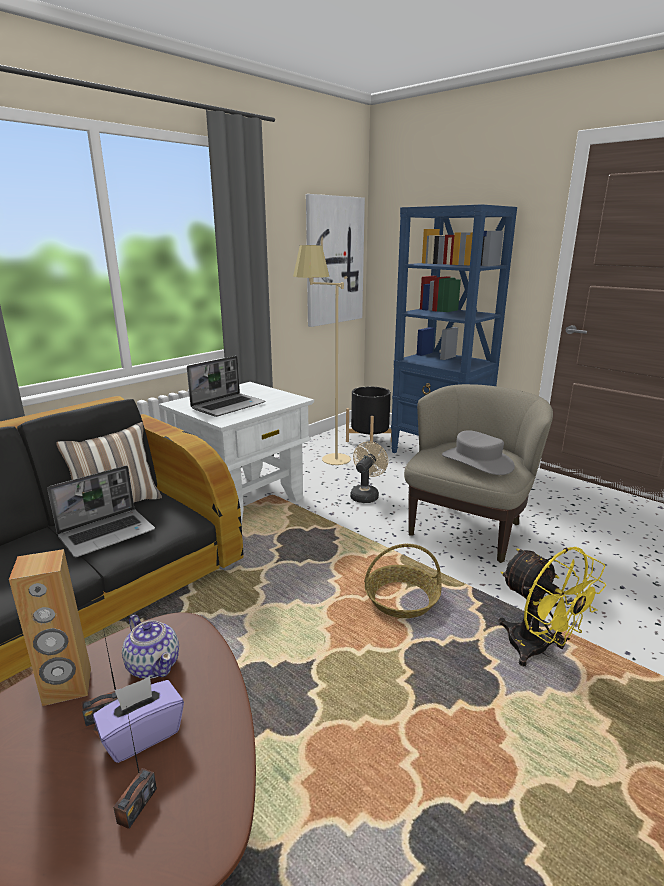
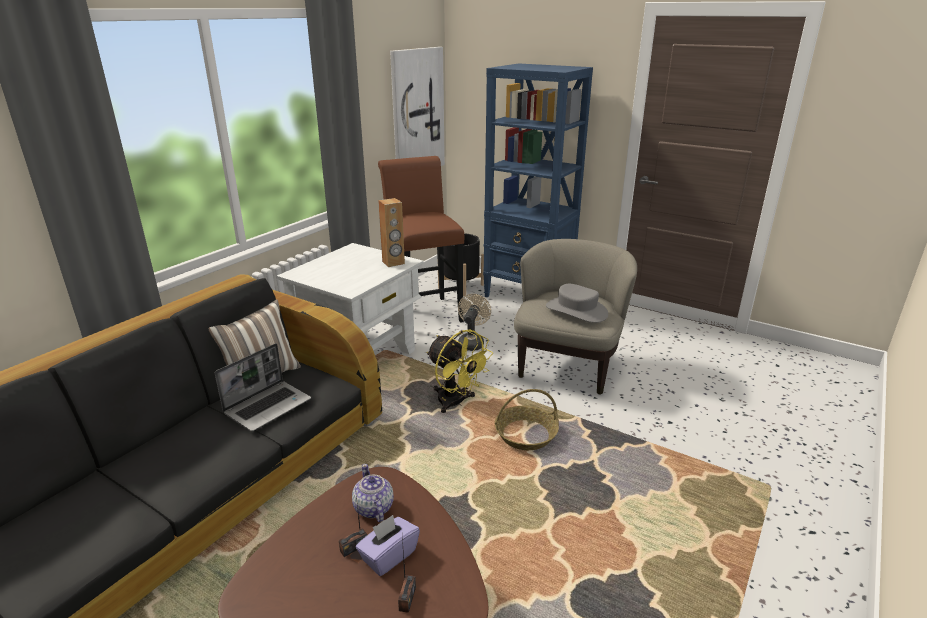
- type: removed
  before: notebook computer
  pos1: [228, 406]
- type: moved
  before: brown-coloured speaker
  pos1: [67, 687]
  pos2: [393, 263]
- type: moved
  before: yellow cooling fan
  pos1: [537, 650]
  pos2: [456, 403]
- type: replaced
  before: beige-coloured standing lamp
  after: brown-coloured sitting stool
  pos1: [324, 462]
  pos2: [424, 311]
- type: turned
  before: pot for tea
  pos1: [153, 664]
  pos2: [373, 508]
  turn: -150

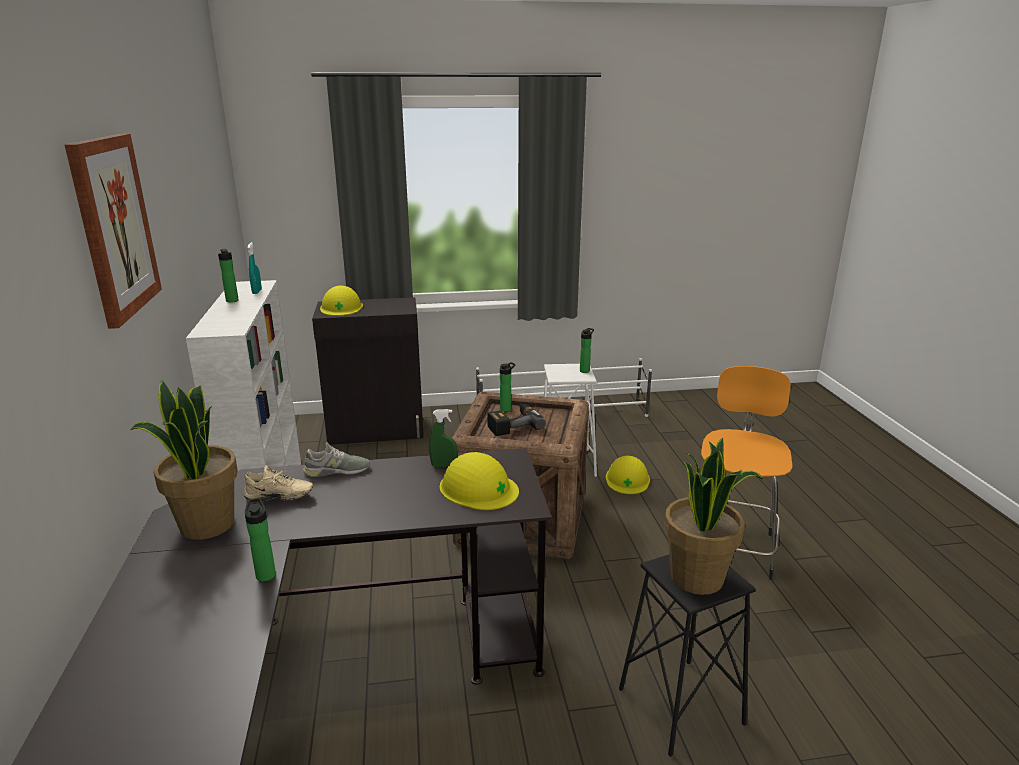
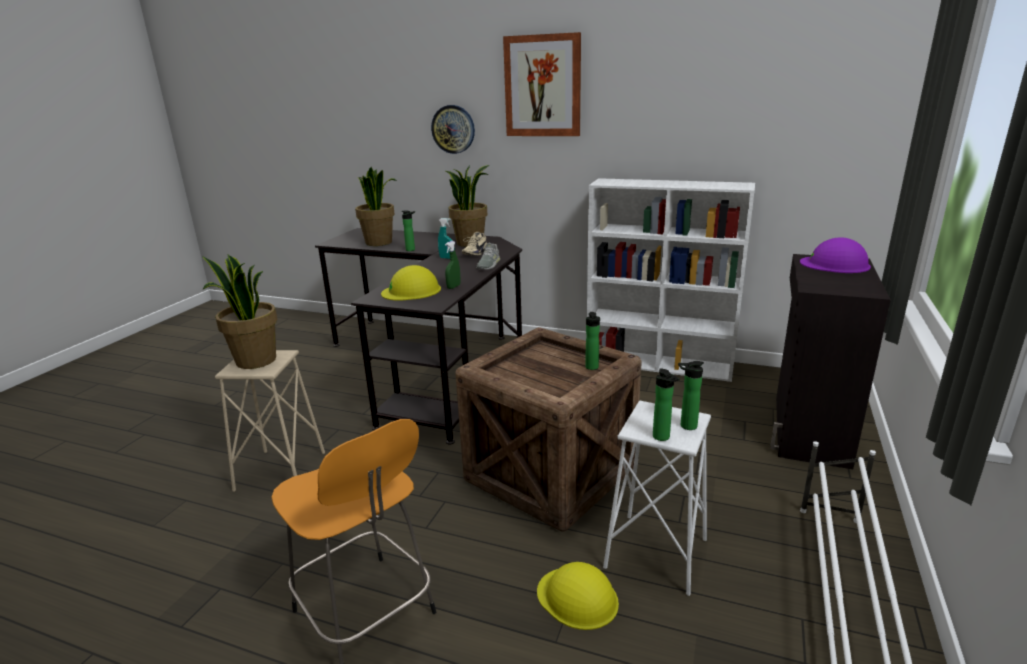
- type: removed
  before: electric drill
  pos1: [513, 425]
- type: added
  after: houseplant
  pos2: [379, 242]
- type: added
  after: clock on the wall
  pos2: [453, 129]
- type: moved
  before: drink bottle
  pos1: [232, 301]
  pos2: [686, 426]
- type: moved
  before: turquoise hand sprayer
  pos1: [257, 292]
  pos2: [447, 258]
- type: recoloured
  before: yellow hard hat
  after: purple hard hat
  pos1: [341, 307]
  pos2: [835, 264]
- type: recoloured
  before: black sitting stool
  after: beige-coloured sitting stool
  pos1: [680, 706]
  pos2: [280, 471]

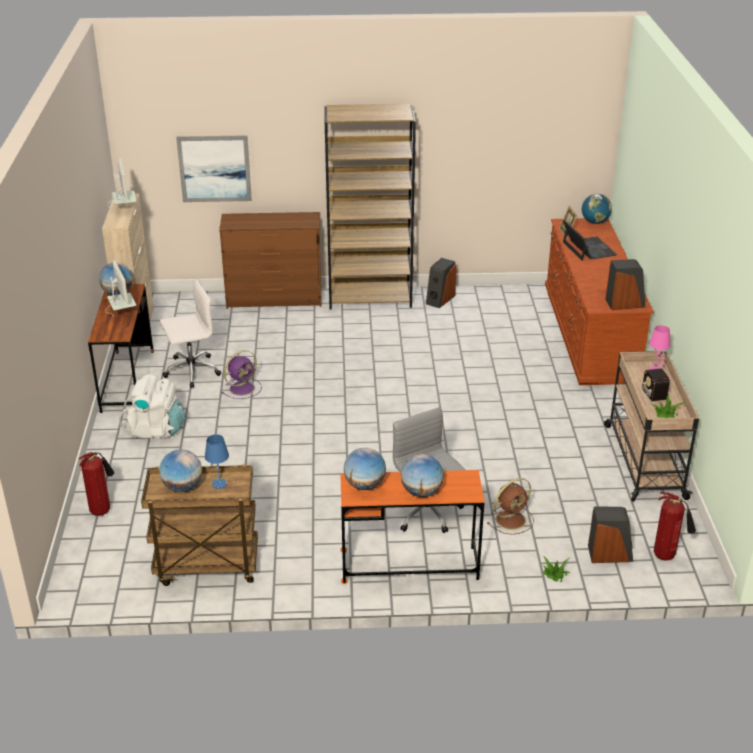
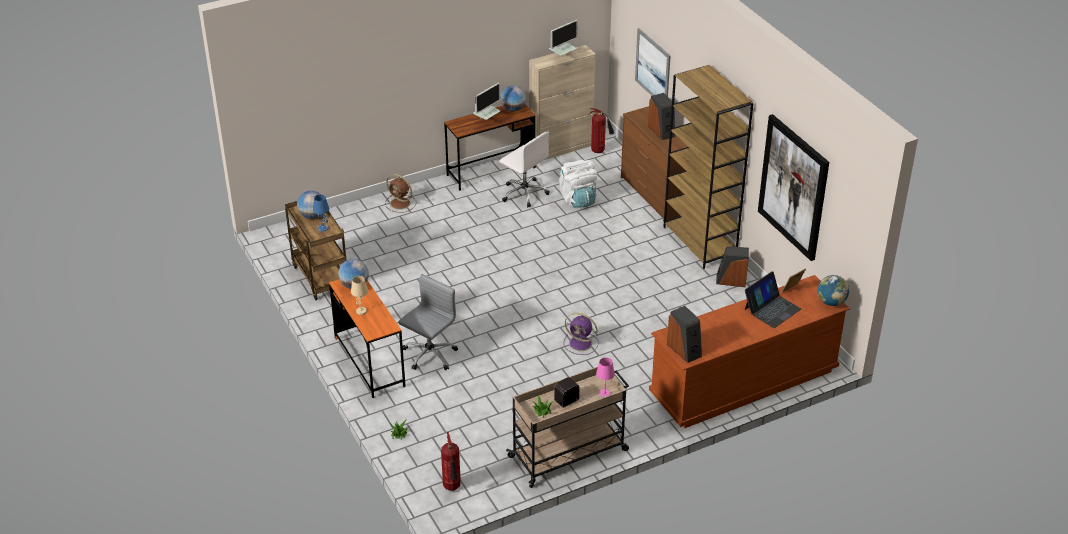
- type: added
  after: wall picture
  pos2: [793, 187]
- type: moved
  before: fire-fighting cylinder
  pos1: [102, 510]
  pos2: [599, 151]
- type: moved
  before: white-coloured knapsack
  pos1: [156, 429]
  pos2: [578, 199]
- type: moved
  before: purple cooling fan
  pos1: [243, 388]
  pos2: [581, 344]
- type: moved
  before: brown-coloured cooling fan
  pos1: [511, 519]
  pos2: [401, 204]
- type: moved
  before: speaker
  pos1: [609, 554]
  pos2: [662, 131]
- type: replaced
  before: globe
  after: beige-coloured table lamp
  pos1: [421, 492]
  pos2: [361, 311]

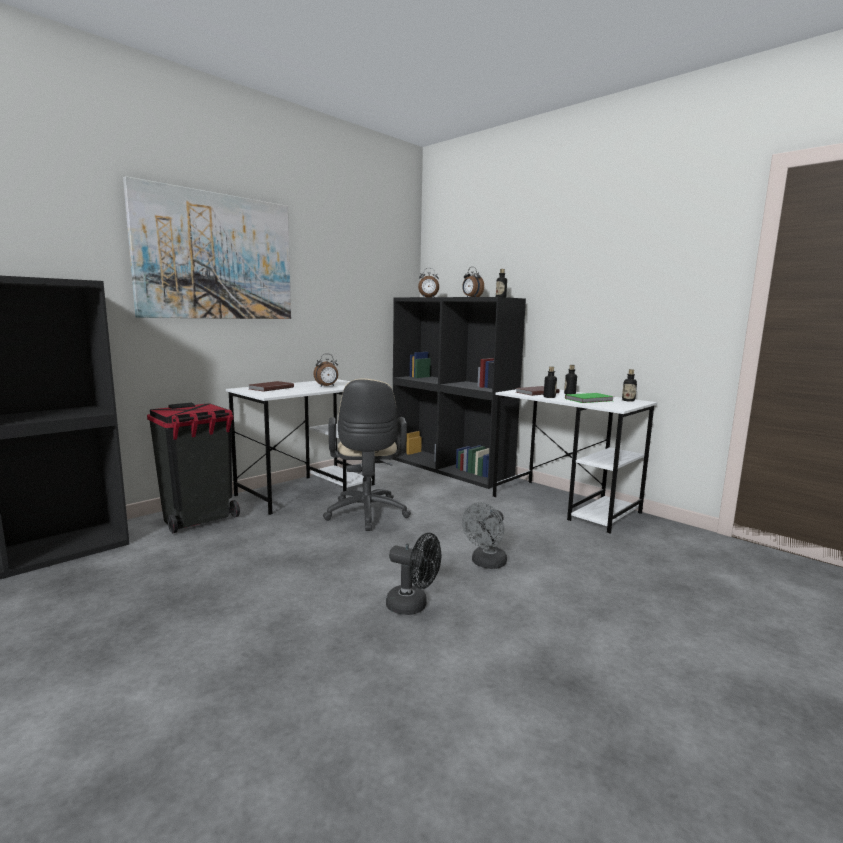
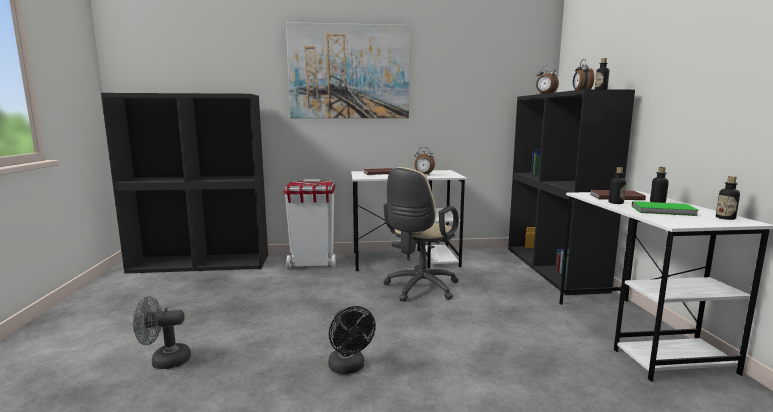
- type: moved
  before: greyish cooling fan
  pos1: [486, 564]
  pos2: [164, 361]
- type: recoloured
  before: black rubbish bin
  after: white-coloured rubbish bin
  pos1: [199, 519]
  pos2: [313, 263]

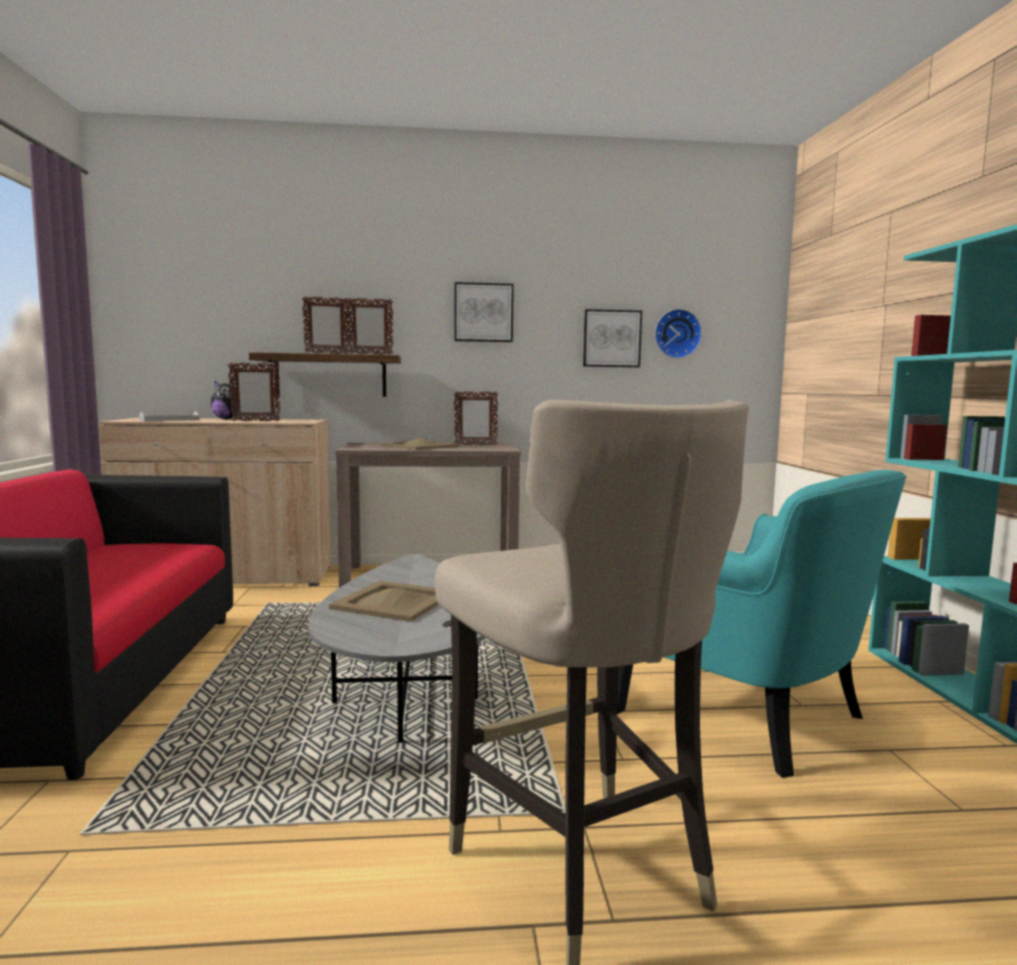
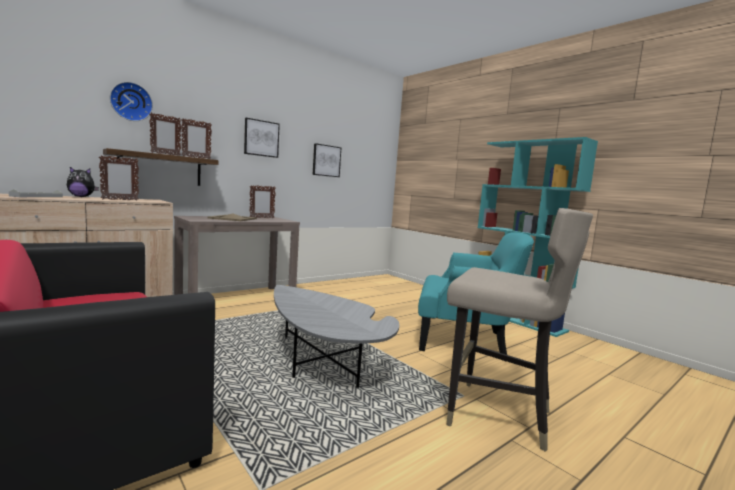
- type: removed
  before: beige-coloured serving tray
  pos1: [392, 601]
- type: moved
  before: clock on the wall
  pos1: [676, 334]
  pos2: [131, 102]

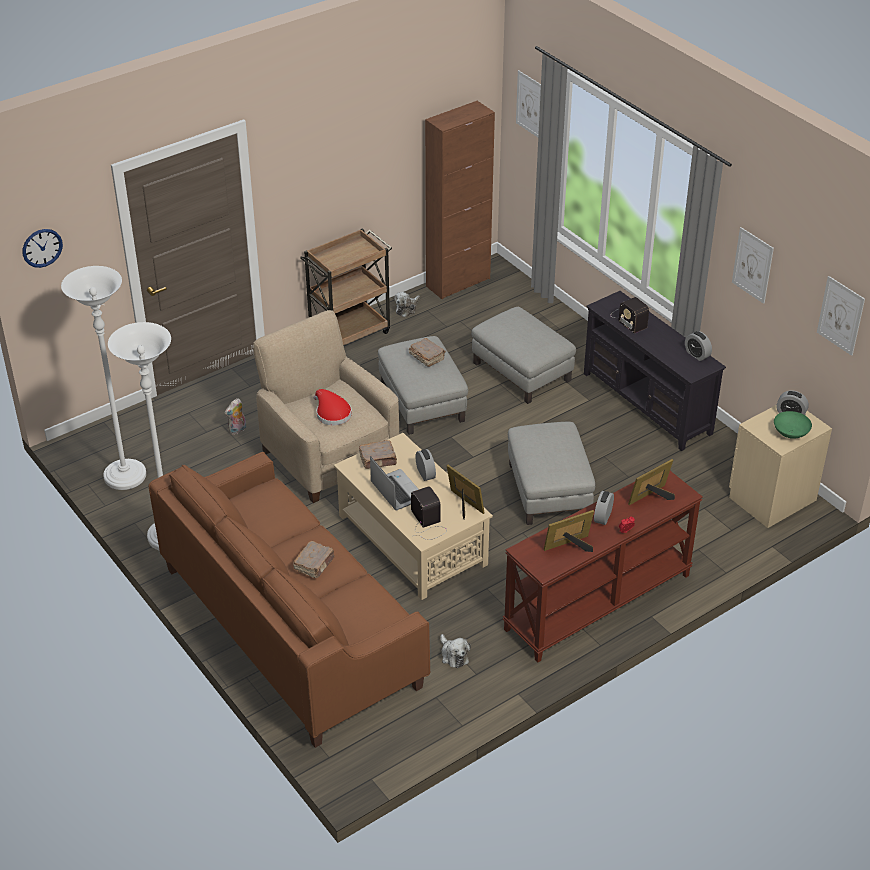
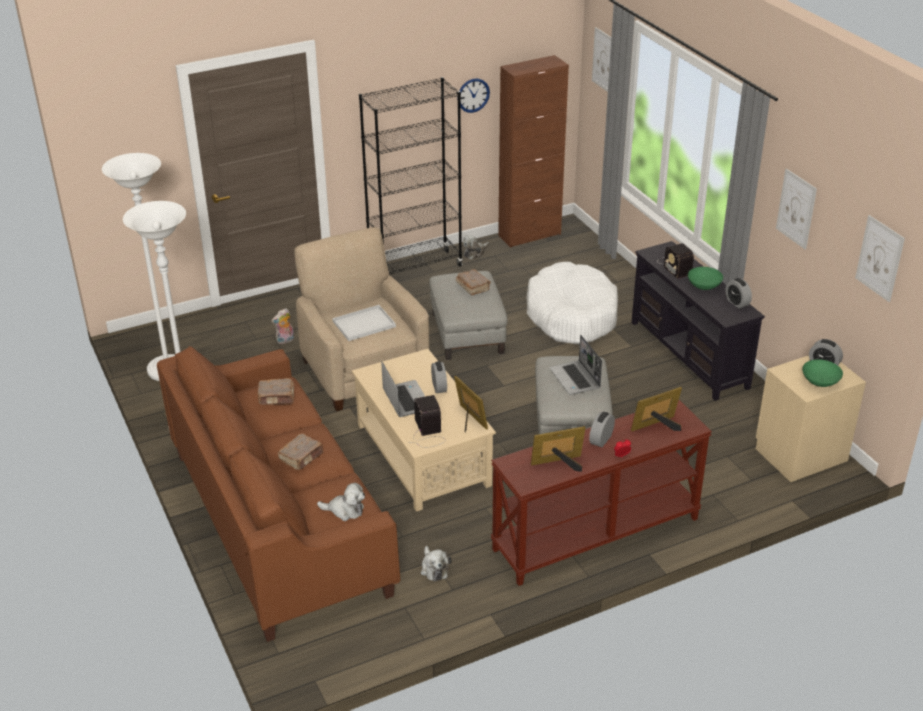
- type: added
  after: cuddly toy
  pos2: [345, 510]
- type: added
  after: notebook computer
  pos2: [575, 379]
- type: added
  after: green-coloured deep dish
  pos2: [703, 287]
- type: moved
  before: clock on the wall
  pos1: [42, 248]
  pos2: [473, 95]
- type: moved
  before: brown-coloured book
  pos1: [378, 460]
  pos2: [277, 398]
- type: replaced
  before: brown-coloured cart
  after: black shelving unit
  pos1: [349, 333]
  pos2: [415, 268]
- type: replaced
  before: reddish hat
  after: white-coloured serving tray
  pos1: [331, 413]
  pos2: [363, 324]
- type: replaced
  before: greyish pouffe
  after: white-coloured pet bed
  pos1: [522, 371]
  pos2: [571, 315]

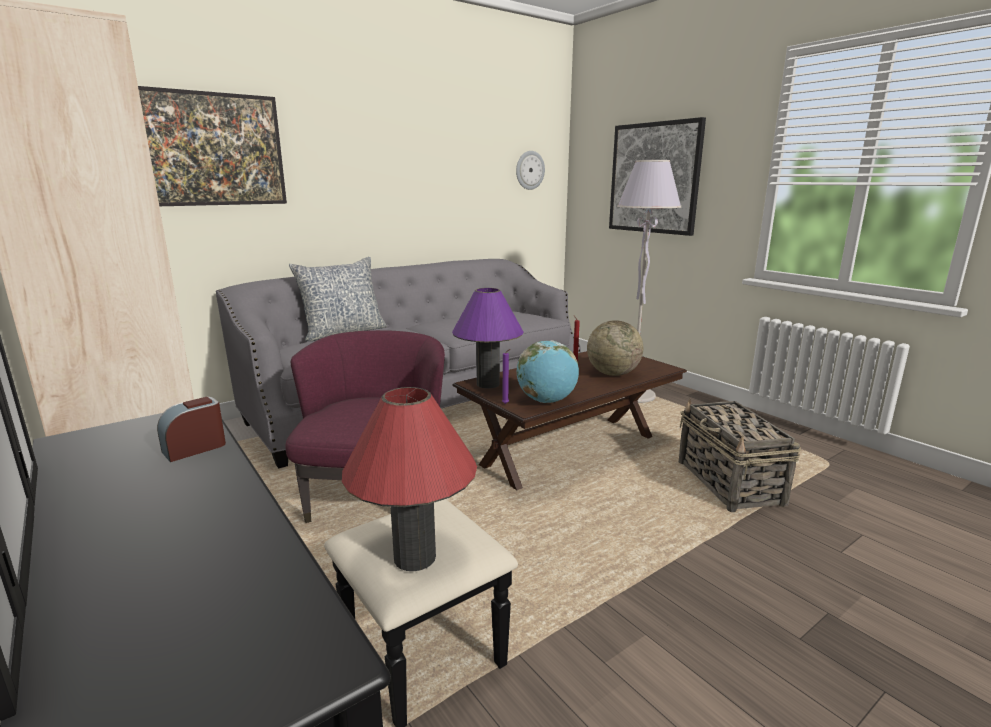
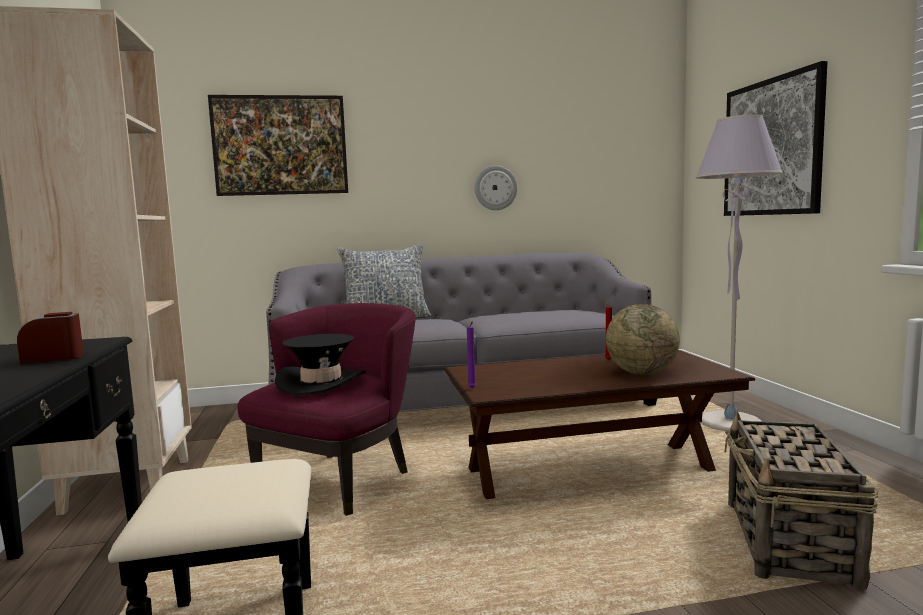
- type: removed
  before: reddish table lamp
  pos1: [414, 557]
- type: removed
  before: purple table lamp
  pos1: [488, 384]
- type: removed
  before: globe
  pos1: [546, 401]
- type: added
  after: black hat
  pos2: [321, 383]
- type: moved
  before: clock on the wall
  pos1: [529, 170]
  pos2: [495, 188]

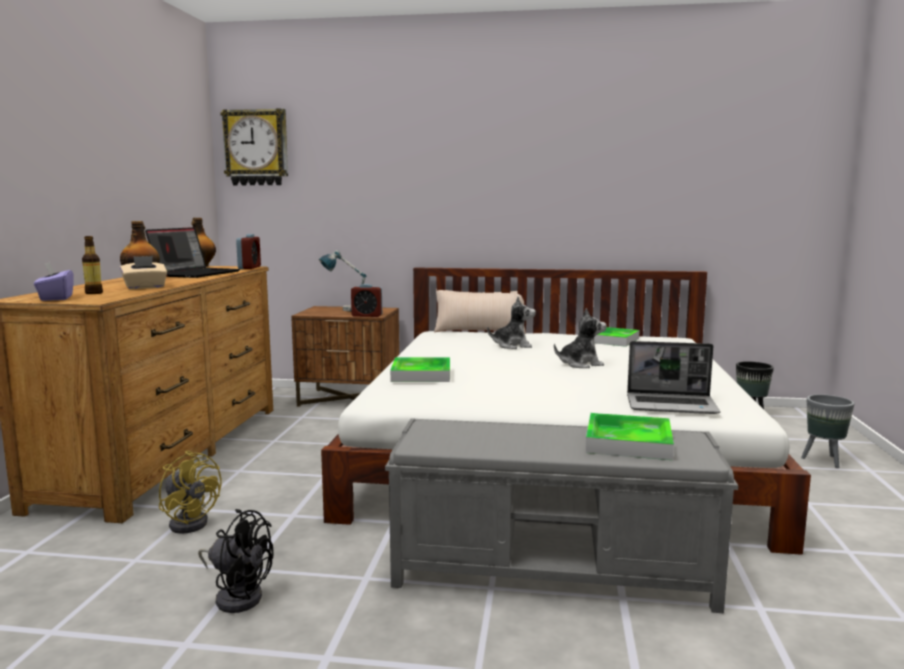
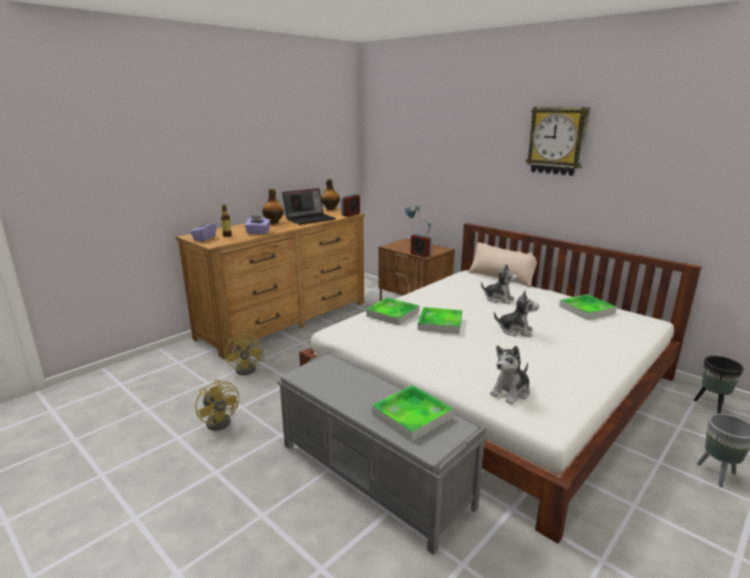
- type: added
  after: serving tray
  pos2: [440, 323]
- type: moved
  before: clock on the wall
  pos1: [256, 148]
  pos2: [557, 141]
- type: replaced
  before: notebook computer
  after: cuddly toy
  pos1: [672, 405]
  pos2: [511, 392]
- type: recoloured
  before: beige-coloured tissue holder
  after: purple tissue holder
  pos1: [145, 287]
  pos2: [258, 232]
- type: recoloured
  before: black cooling fan
  after: yellow cooling fan
  pos1: [237, 595]
  pos2: [221, 420]

